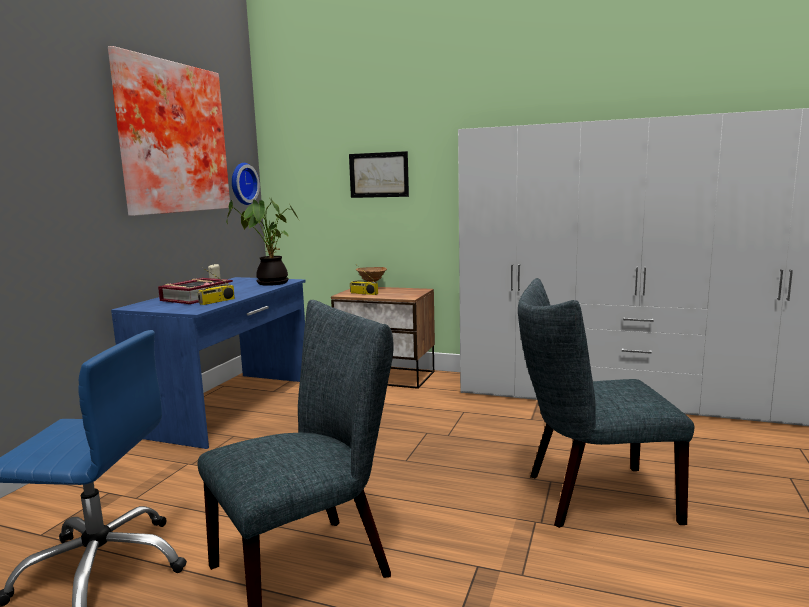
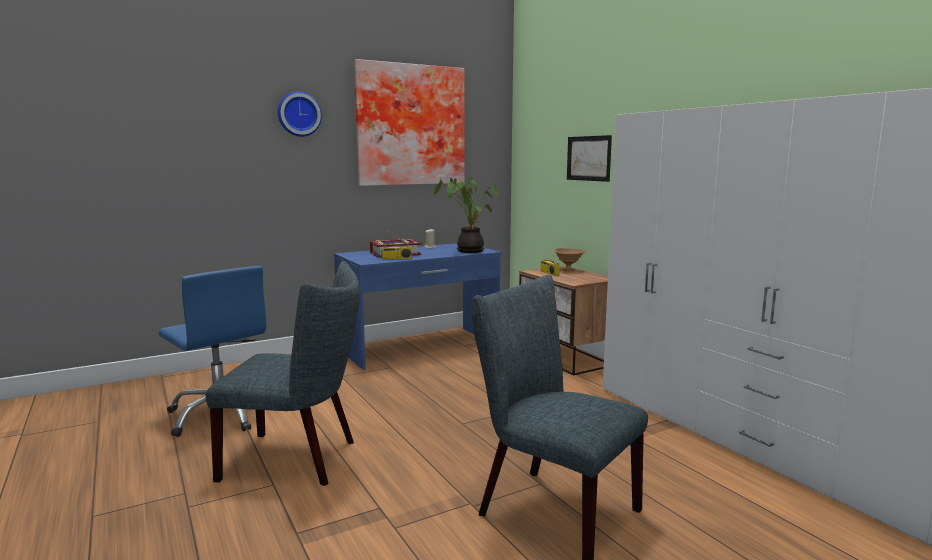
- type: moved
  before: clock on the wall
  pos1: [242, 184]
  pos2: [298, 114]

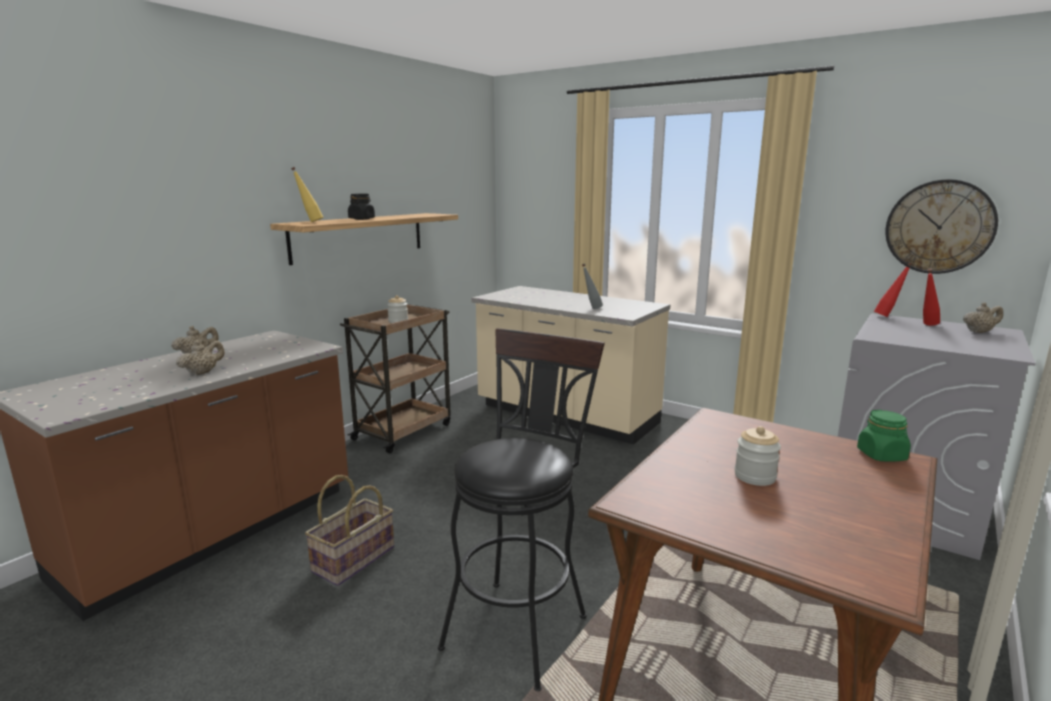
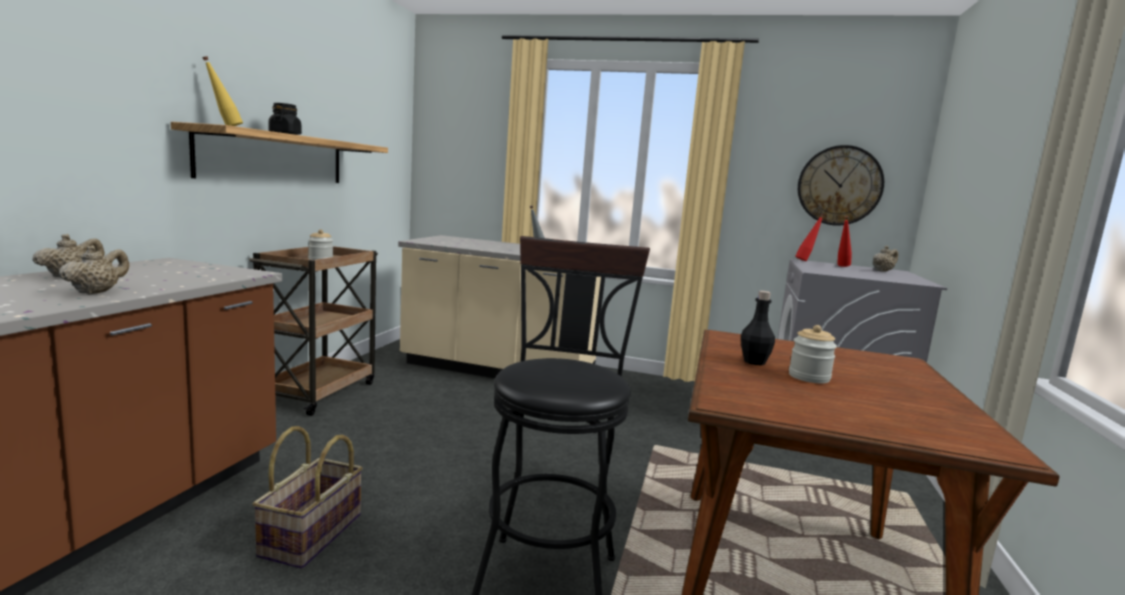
- type: removed
  before: green-coloured jar
  pos1: [881, 455]
- type: added
  after: black drink bottle
  pos2: [754, 362]

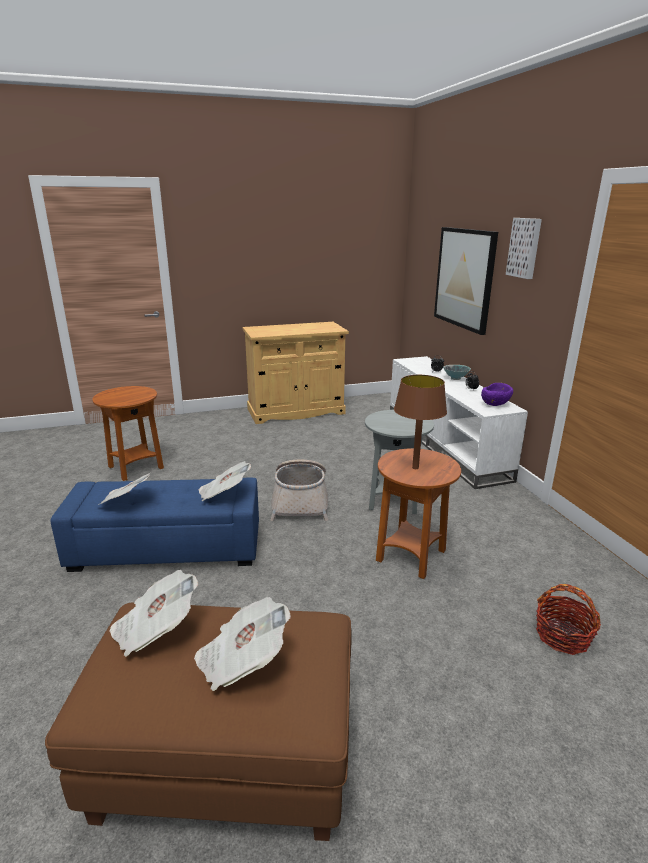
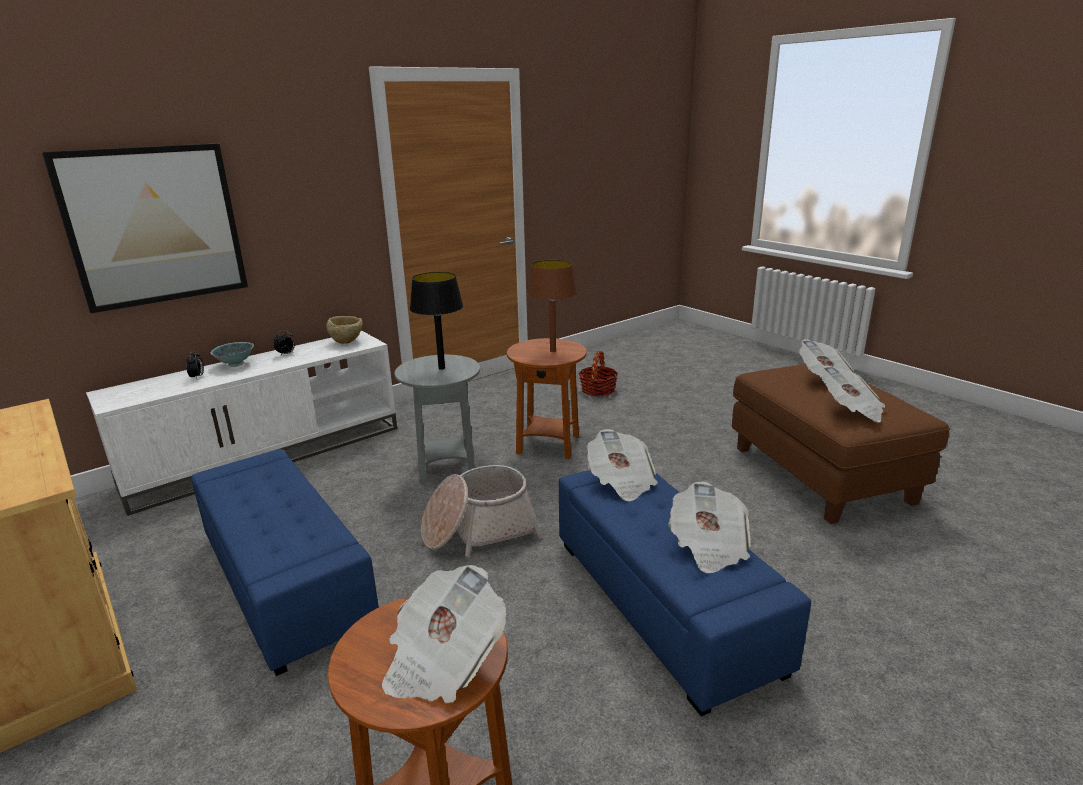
- type: removed
  before: wall picture
  pos1: [525, 248]
- type: added
  after: blue pouffe
  pos2: [285, 581]
- type: added
  after: printed paper
  pos2: [443, 659]
- type: added
  after: black table lamp
  pos2: [442, 368]
- type: recoloured
  before: purple deep dish
  after: beige-coloured deep dish
  pos1: [495, 405]
  pos2: [347, 341]

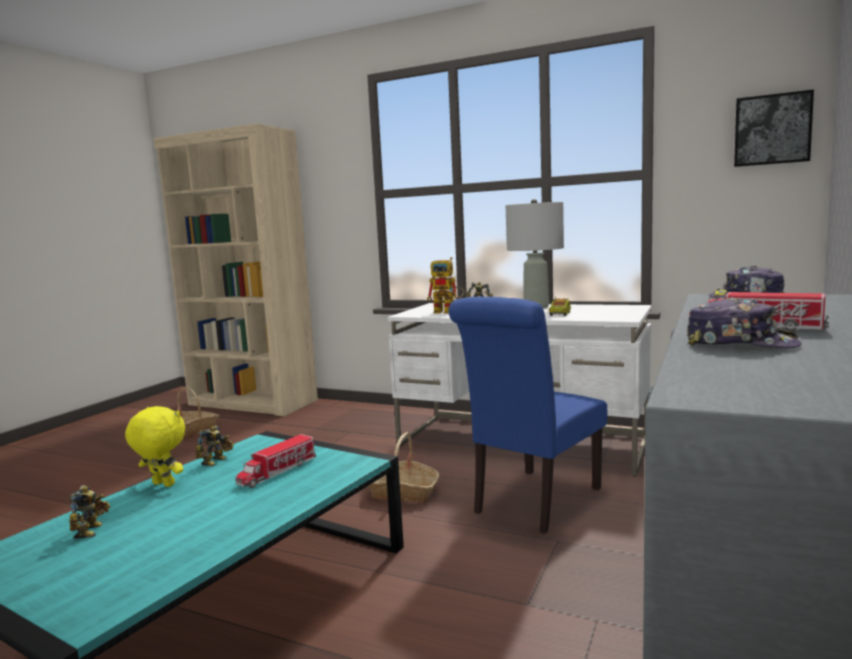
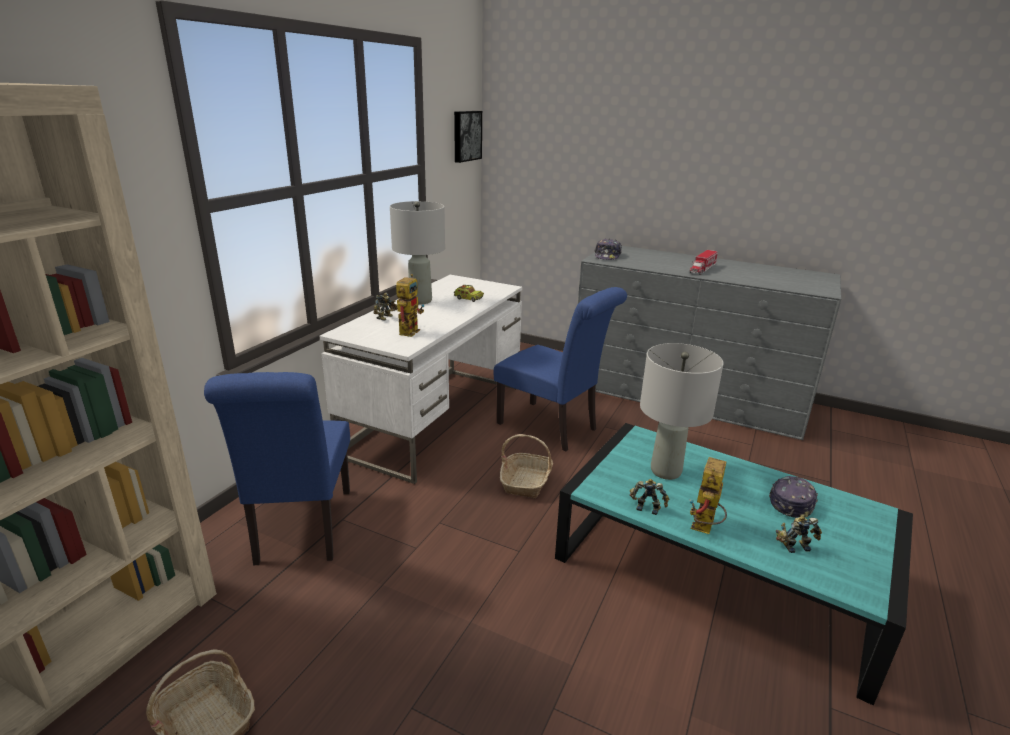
- type: added
  after: blue chair
  pos2: [302, 530]
- type: moved
  before: baseball cap
  pos1: [740, 344]
  pos2: [791, 502]
- type: replaced
  before: yellow cuddly toy
  after: robot figure
  pos1: [162, 485]
  pos2: [704, 529]
- type: replaced
  before: model truck
  after: greyish table lamp
  pos1: [277, 472]
  pos2: [665, 471]

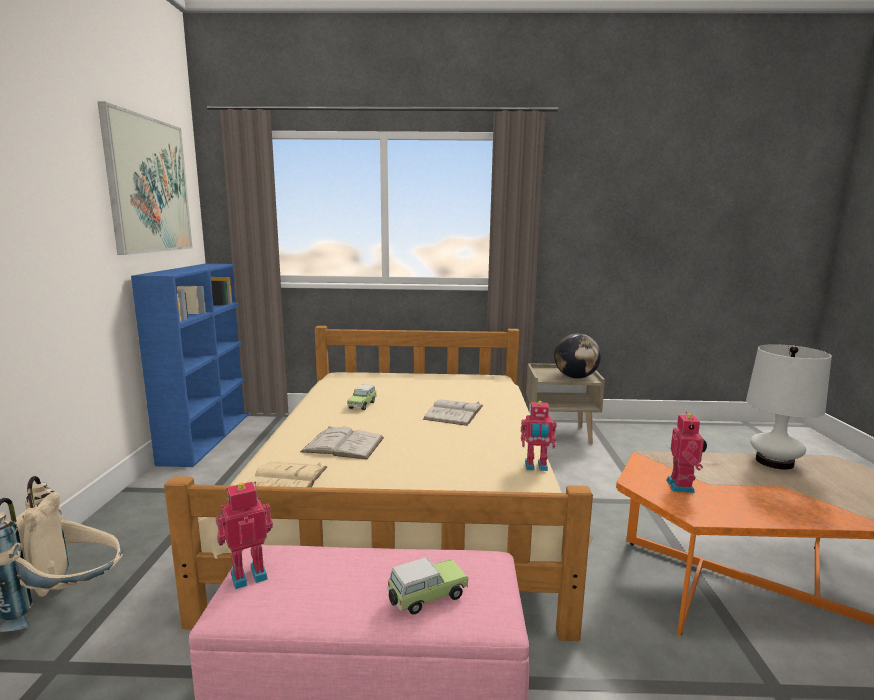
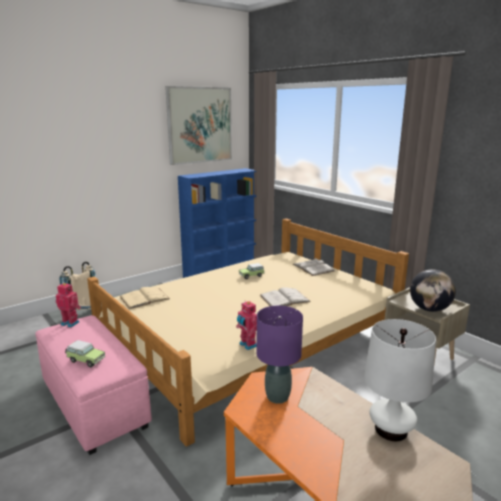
- type: moved
  before: white-coloured book
  pos1: [343, 445]
  pos2: [313, 267]
- type: replaced
  before: robot figure
  after: purple table lamp
  pos1: [682, 486]
  pos2: [277, 396]

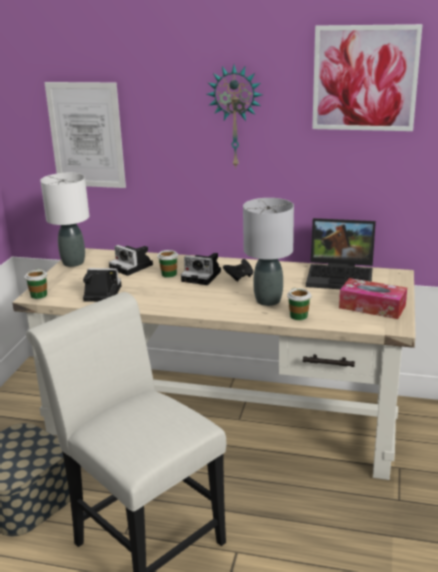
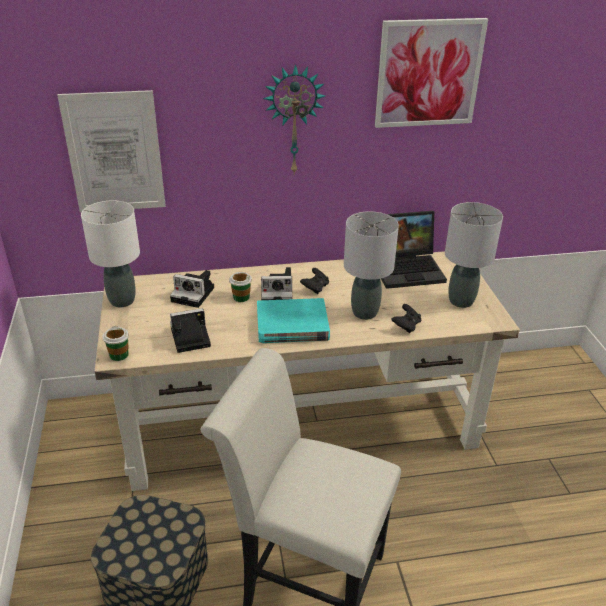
- type: added
  after: turquoise book
  pos2: [292, 325]
- type: replaced
  before: drinking cup
  after: black joypad
  pos1: [298, 316]
  pos2: [406, 326]
- type: replaced
  before: tissue holder
  after: greyish table lamp
  pos1: [372, 307]
  pos2: [460, 301]

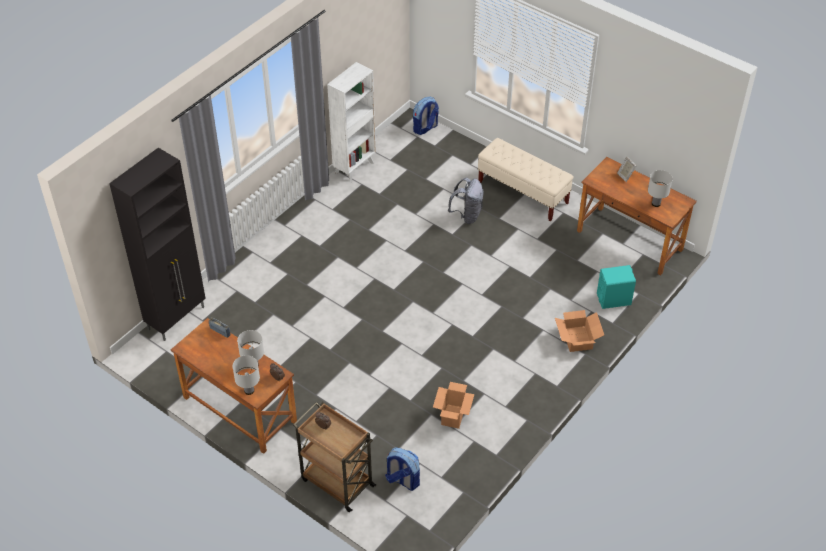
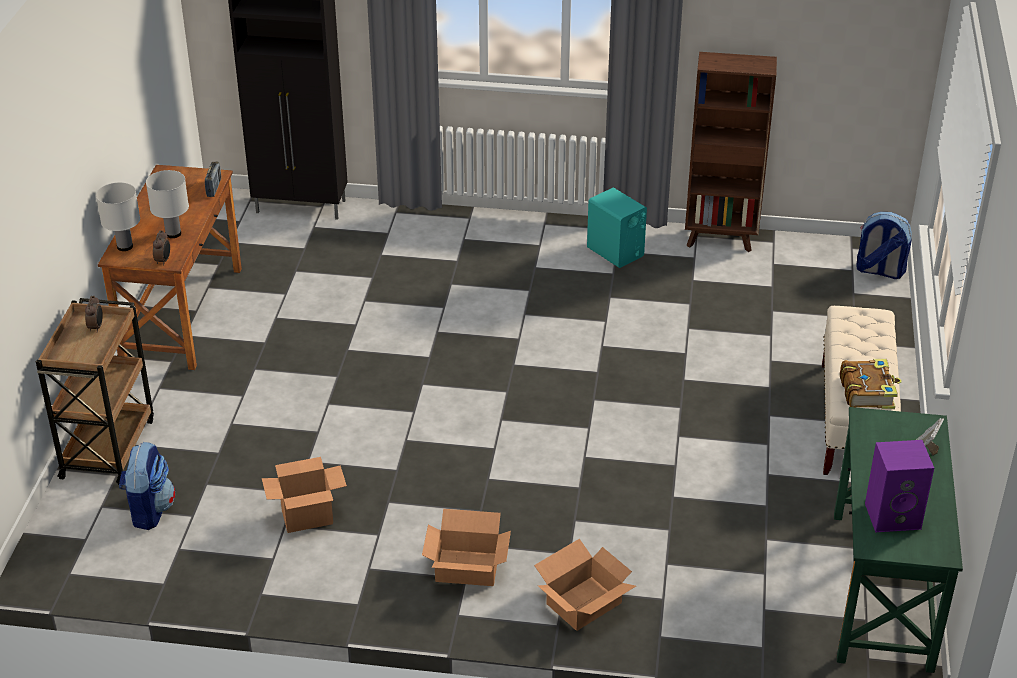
- type: removed
  before: greyish knapsack
  pos1: [467, 215]
- type: added
  after: cardboard box
  pos2: [467, 568]
- type: added
  after: book
  pos2: [867, 391]
- type: moved
  before: turquoise speaker
  pos1: [614, 299]
  pos2: [615, 252]
- type: replaced
  before: white-coloured table lamp
  after: purple speaker
  pos1: [656, 203]
  pos2: [893, 515]
- type: recoloured
  before: white-coloured shelving unit
  after: brown-coloured shelving unit
  pos1: [355, 167]
  pos2: [721, 239]
- type: recoloured
  before: brown-coloured desk
  after: green-coloured desk
  pos1: [629, 240]
  pos2: [882, 590]

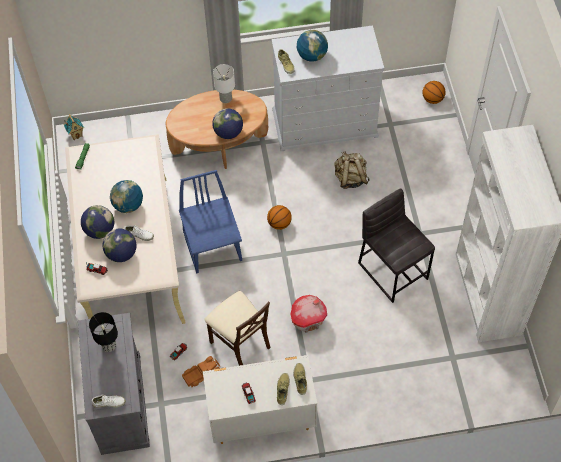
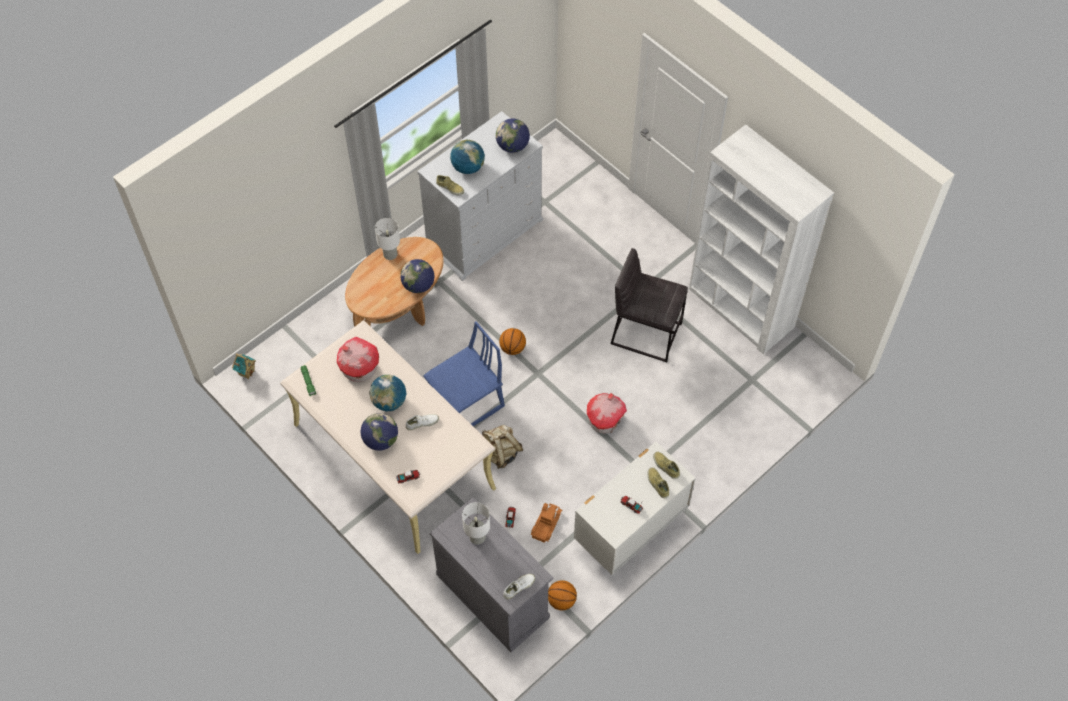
- type: removed
  before: beige-coloured chair
  pos1: [240, 343]
- type: added
  after: model house
  pos2: [359, 368]
- type: moved
  before: globe
  pos1: [121, 253]
  pos2: [512, 146]
- type: moved
  before: beige-coloured knapsack
  pos1: [350, 178]
  pos2: [500, 453]
- type: moved
  before: ball for basketball
  pos1: [432, 99]
  pos2: [561, 600]
- type: recoloured
  before: black table lamp
  after: white-coloured table lamp
  pos1: [108, 345]
  pos2: [477, 537]
- type: turned
  before: blue chair
  pos1: [213, 246]
  pos2: [467, 403]
  turn: 105

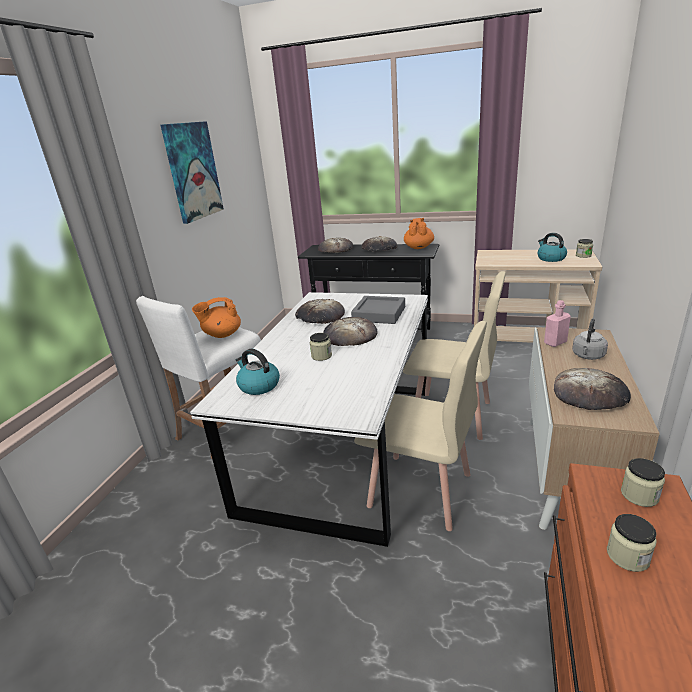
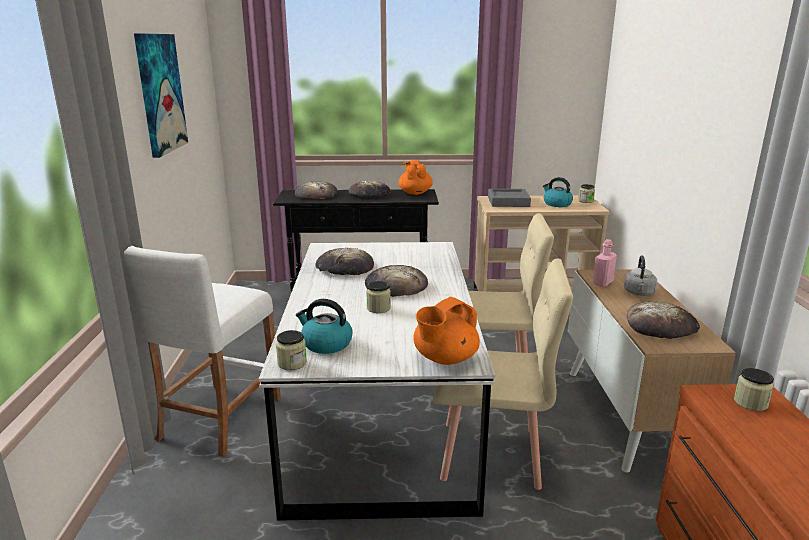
- type: moved
  before: orangey pot for tea
  pos1: [222, 335]
  pos2: [444, 359]
- type: moved
  before: greyish serving tray
  pos1: [379, 314]
  pos2: [508, 202]
- type: moved
  before: jar
  pos1: [627, 556]
  pos2: [292, 363]

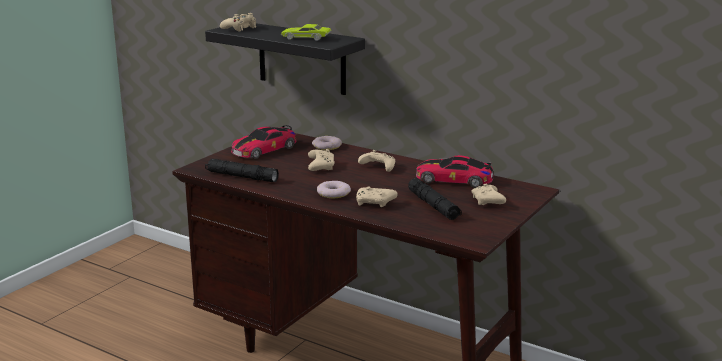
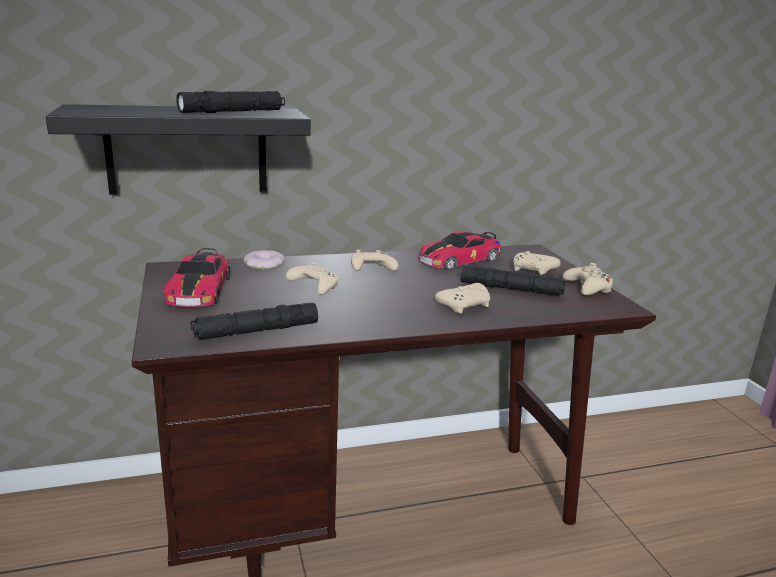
- type: removed
  before: donut
  pos1: [333, 193]
- type: moved
  before: beige-coloured joypad
  pos1: [240, 28]
  pos2: [587, 288]
- type: replaced
  before: green-coloured model car
  after: black torch
  pos1: [306, 38]
  pos2: [233, 112]

